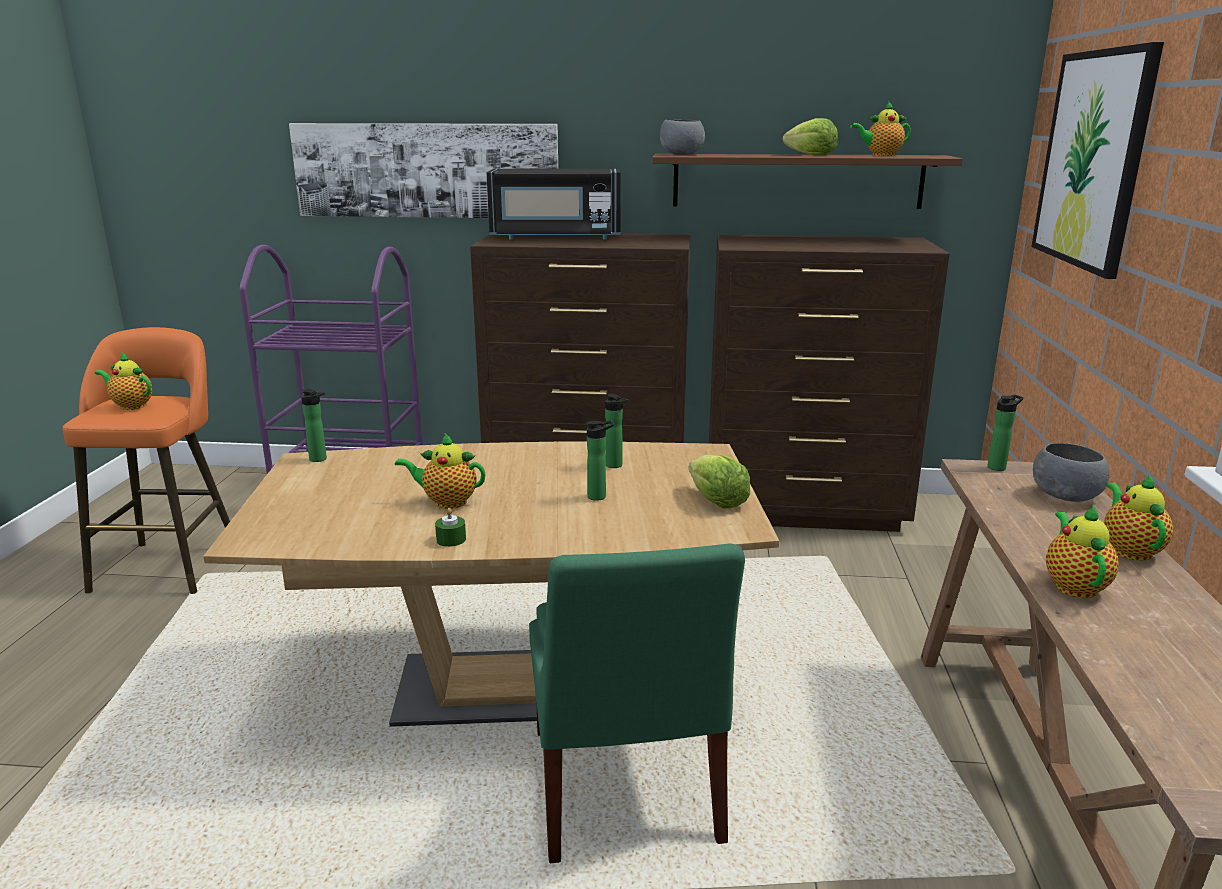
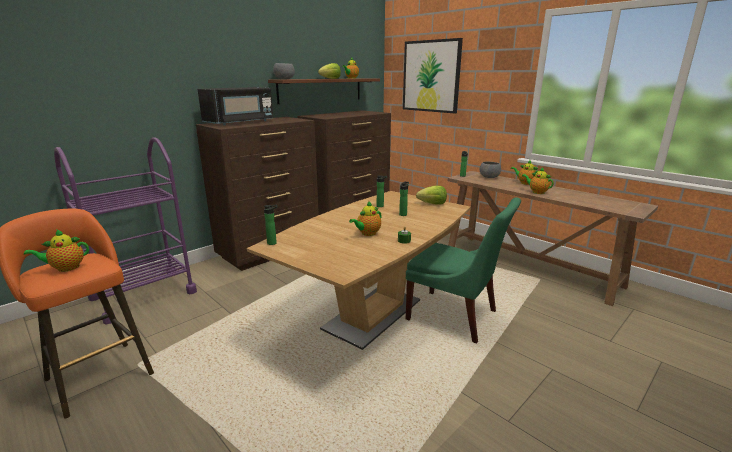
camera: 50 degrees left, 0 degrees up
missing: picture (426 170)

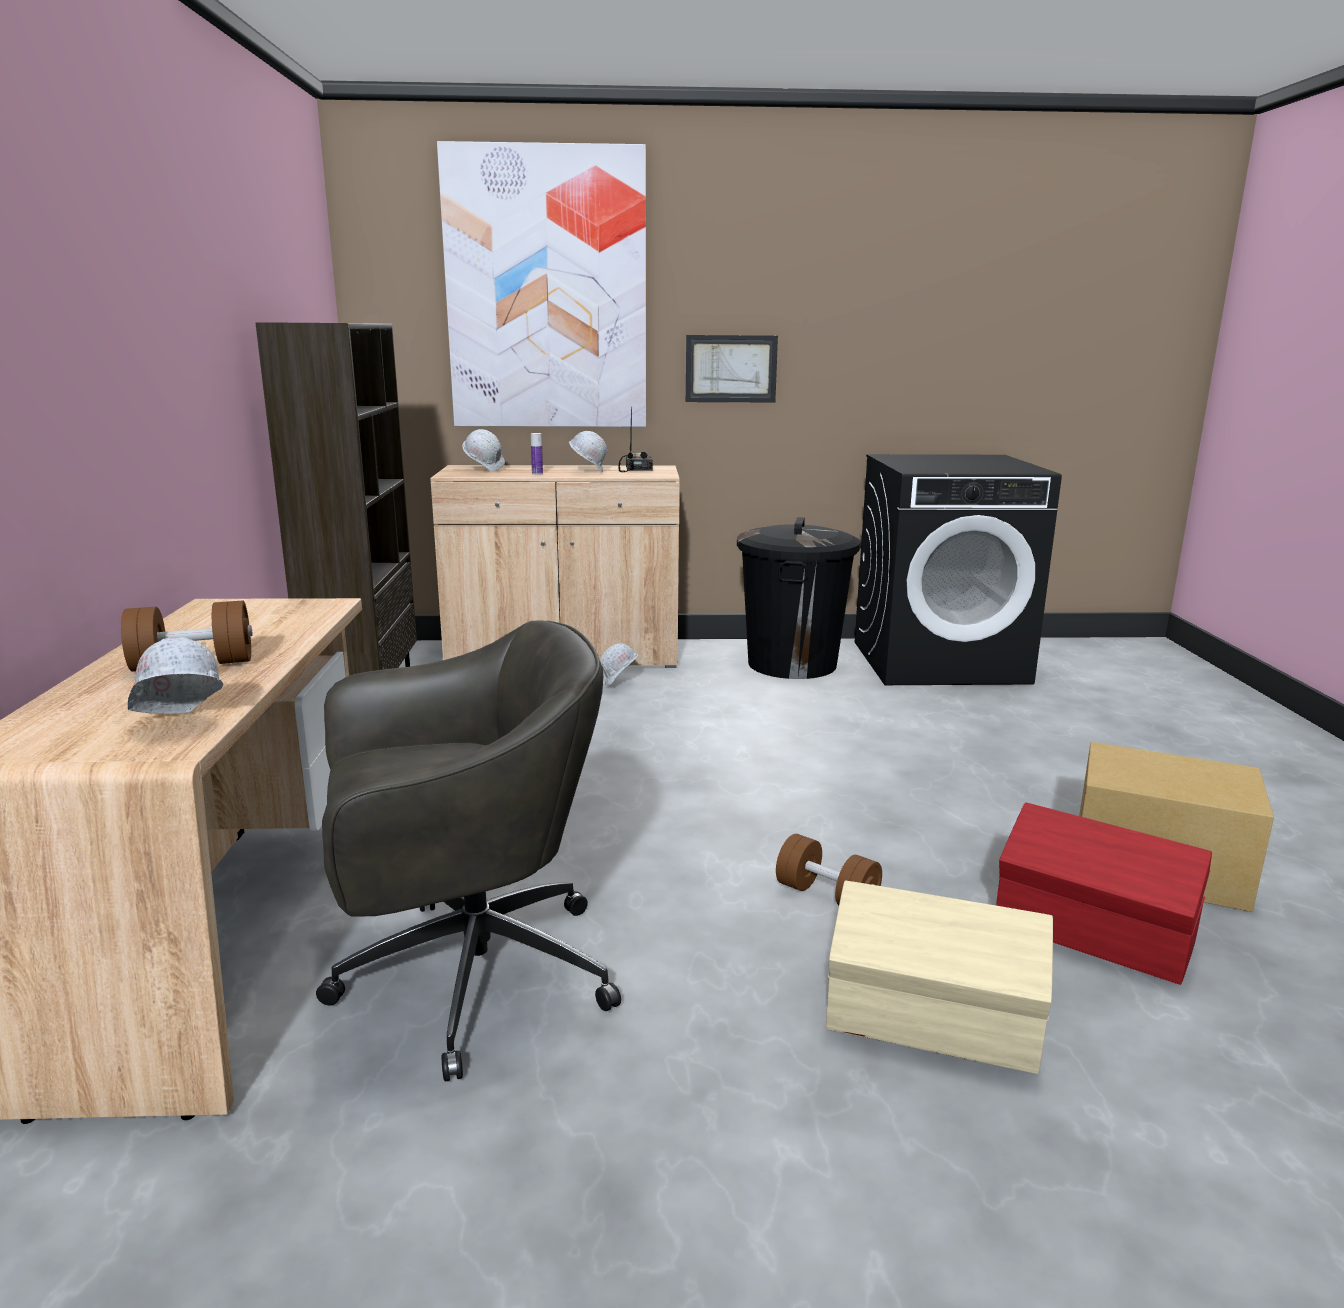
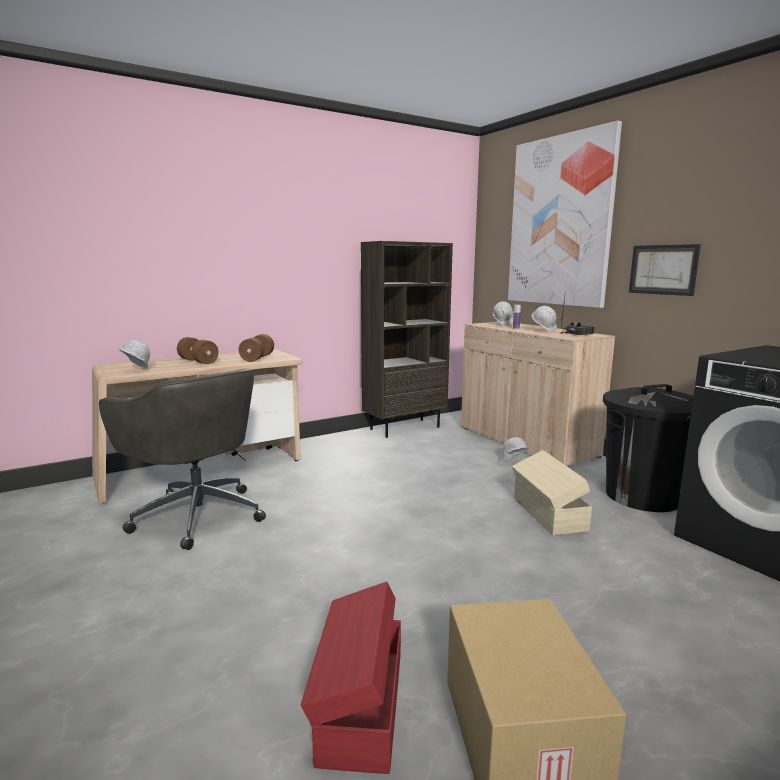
camera: 60 degrees right, 5 degrees down
relocated: dumbbell (brown) (826 896) to (257 358); storage box (beige) (933 1023) to (548 514)

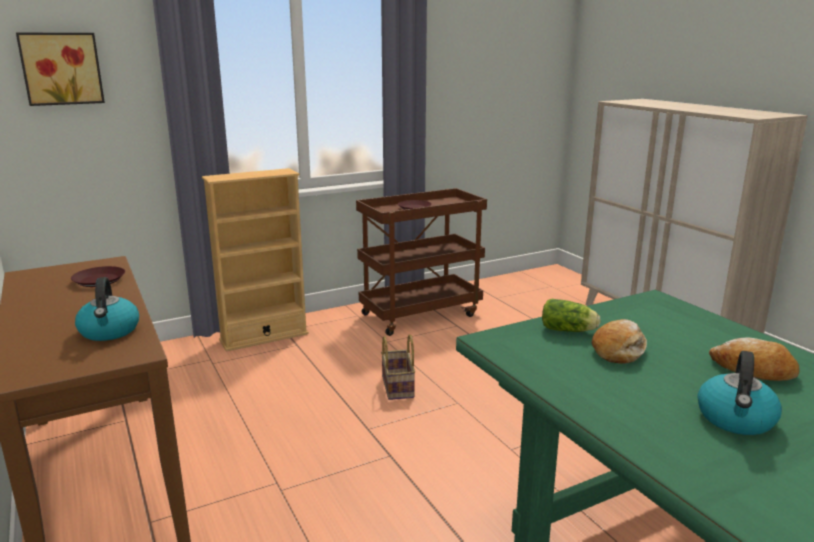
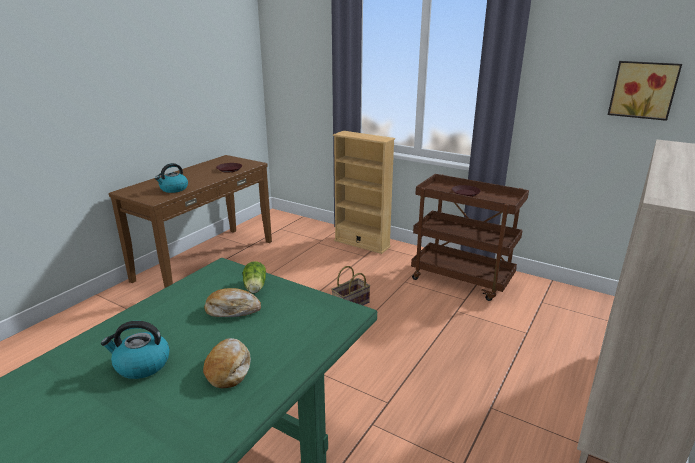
camera: 60 degrees right, 5 degrees up
relocated: picture (61 68) to (643 90)

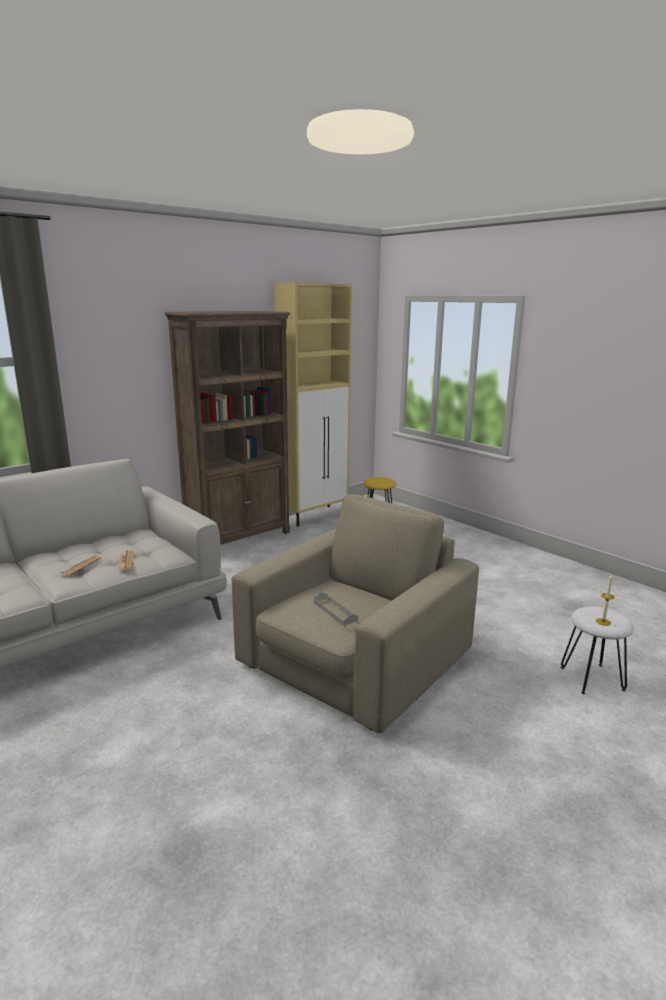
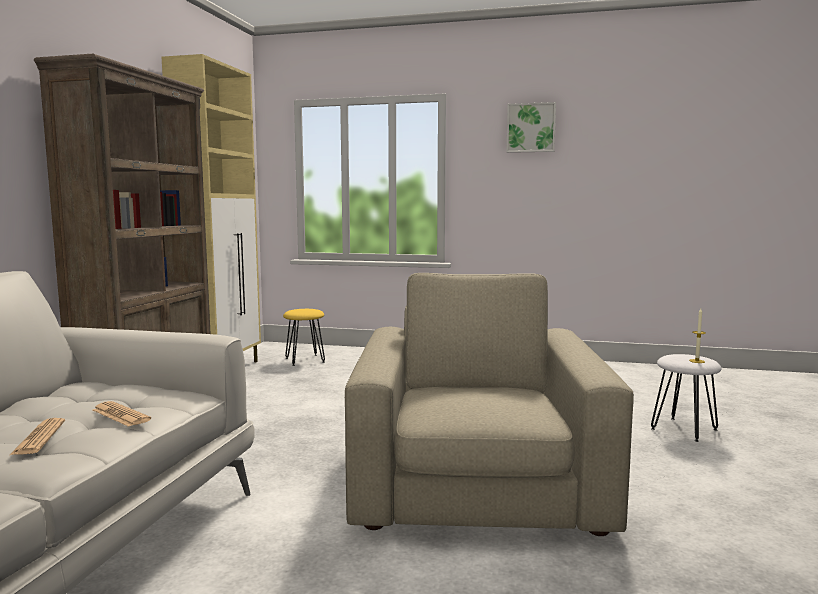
camera: 35 degrees left, 10 degrees down
missing: tray (grey) (335 611)
appeared: picture (531 128)

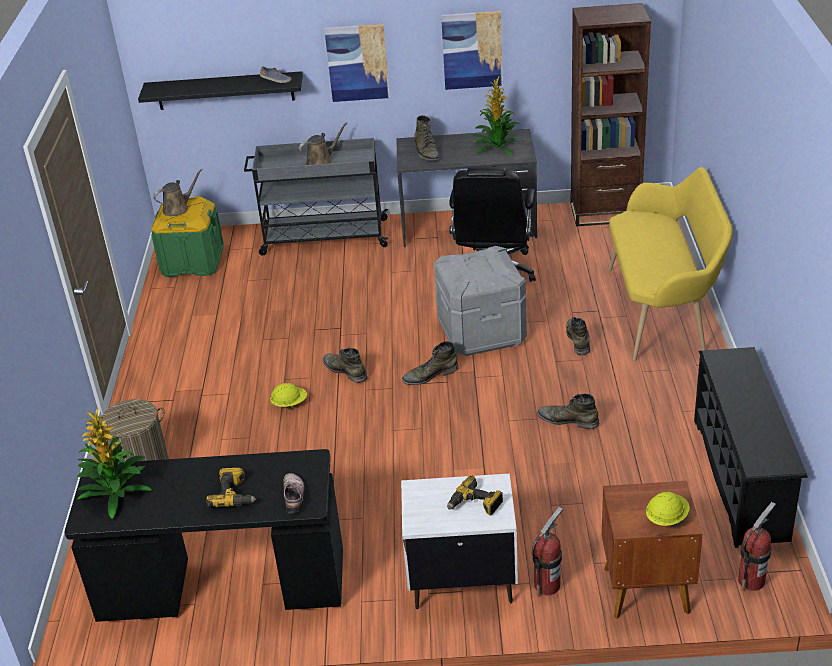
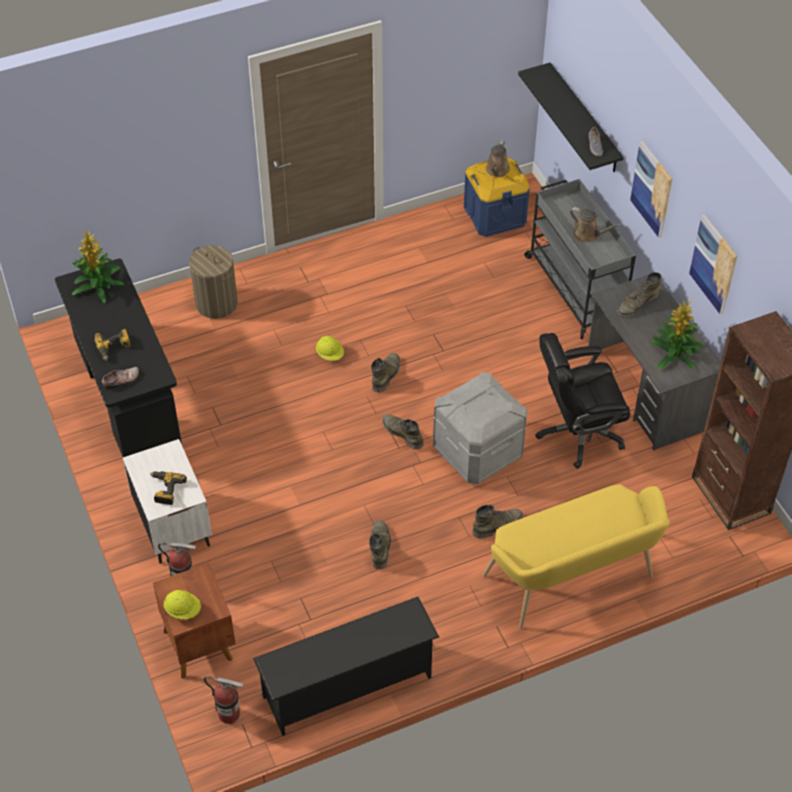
camera: 65 degrees right, 15 degrees up
colour: storage box (green) (192 262) to storage box (blue) (494 215)
spun: watering can (brown) (178 208) = (497 170) 75 degrees clockwise

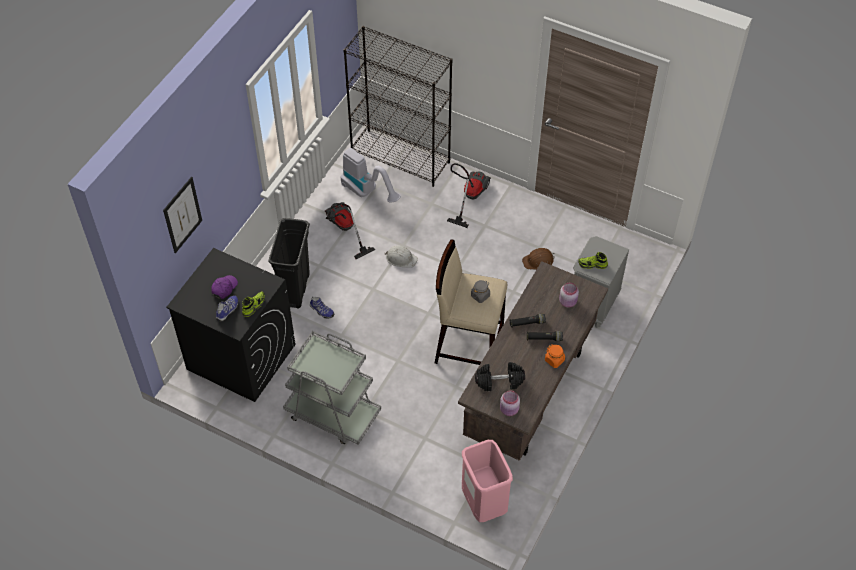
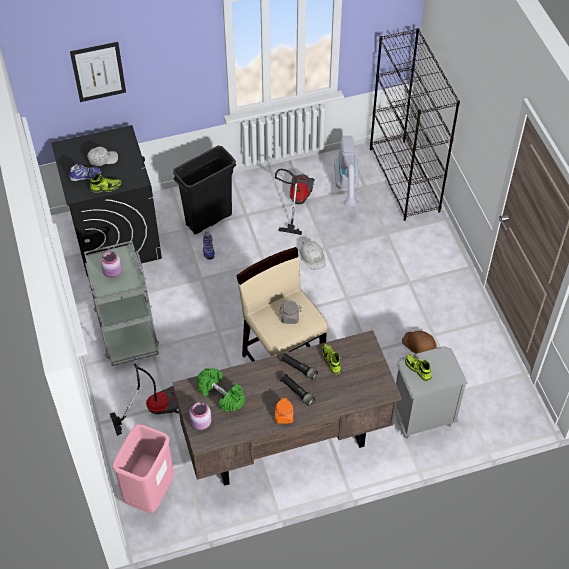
camera: 45 degrees right, 0 degrees up
appeared: shoe (331 361)
relocated: jar (pink) (568 302) to (113 272); vacuum cleaner (469 197) to (155 407)
colour: cap (purple) (224 288) to cap (white) (102 159); dumbbell (black) (499 381) to dumbbell (green) (221 394)

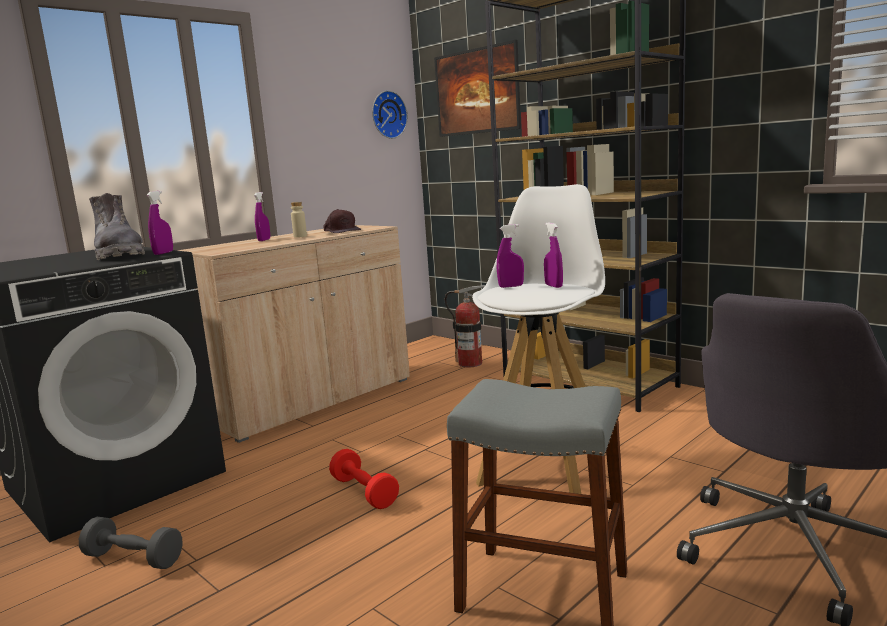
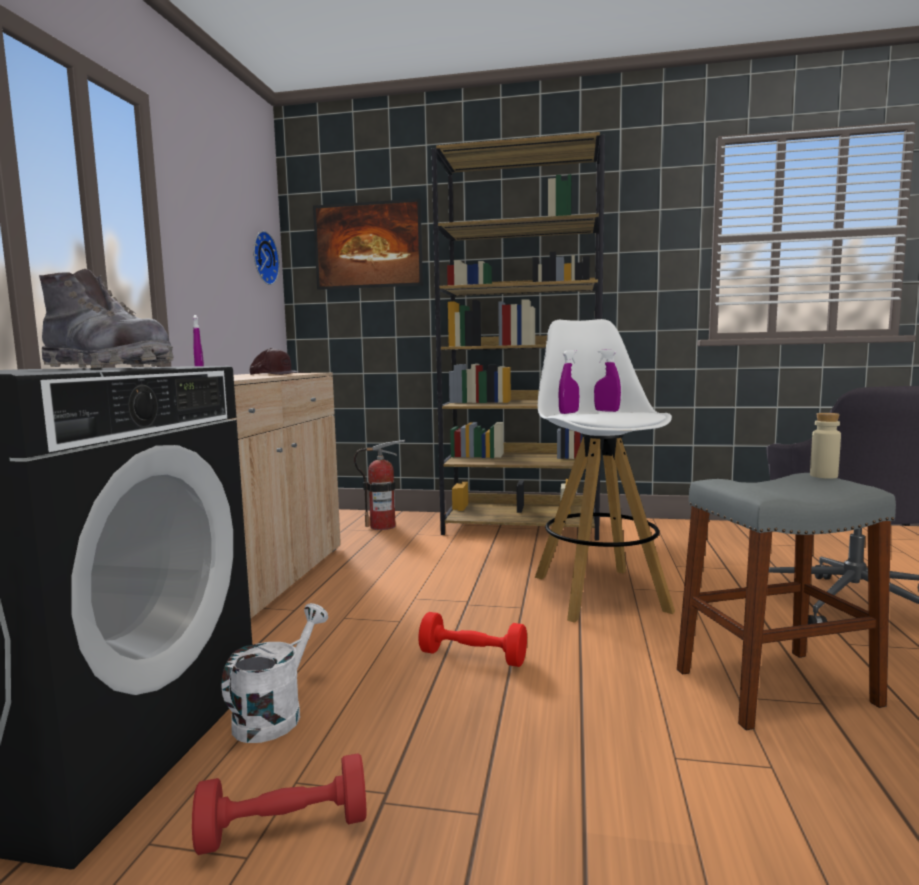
camera: 35 degrees left, 5 degrees down
missing: spray bottle (purple) (163 253)
appeared: watering can (white) (275 713)
relocated: bottle (beige) (300 236) to (823 476)
colour: dumbbell (grey) (133 559) to dumbbell (red) (284 829)

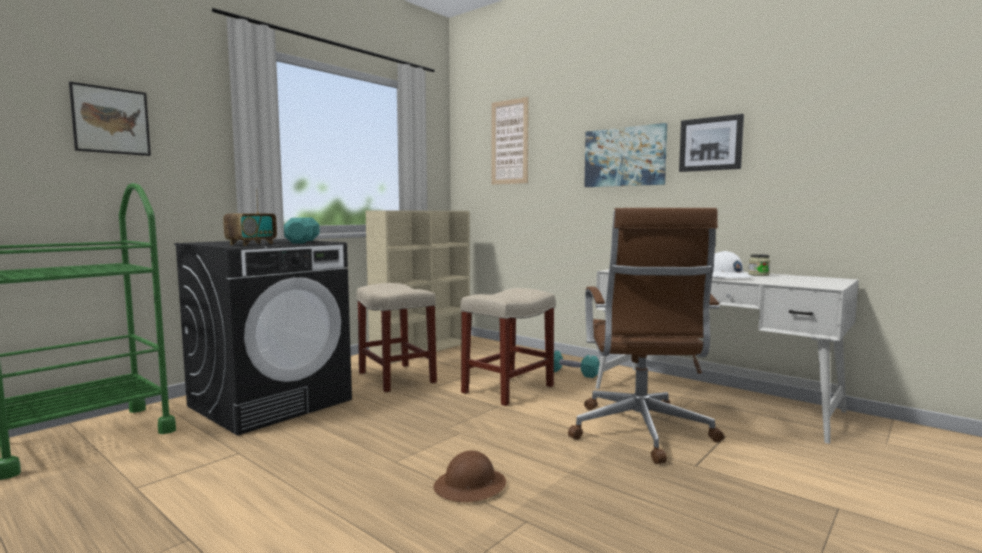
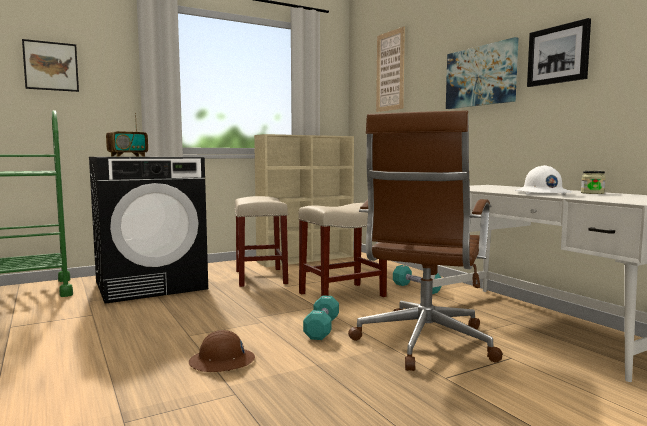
camera: 20 degrees right, 0 degrees up
relocated: dumbbell (turquoise) (303 241) to (322 328)

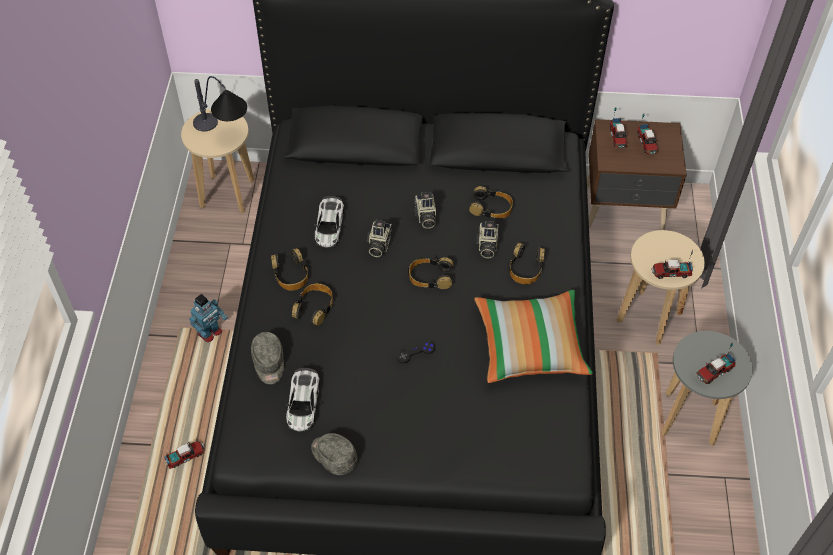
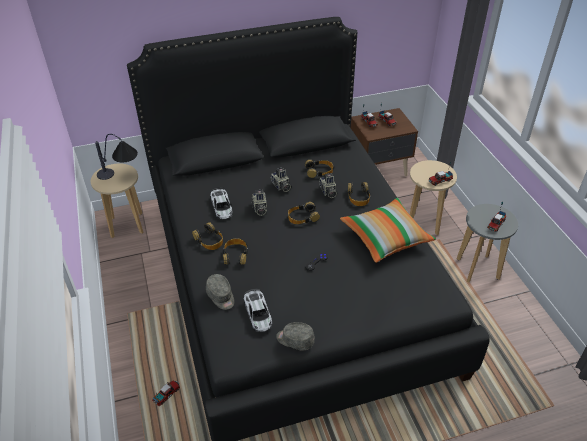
camera: 20 degrees left, 10 degrees down
missing: toy robot (210 333)

